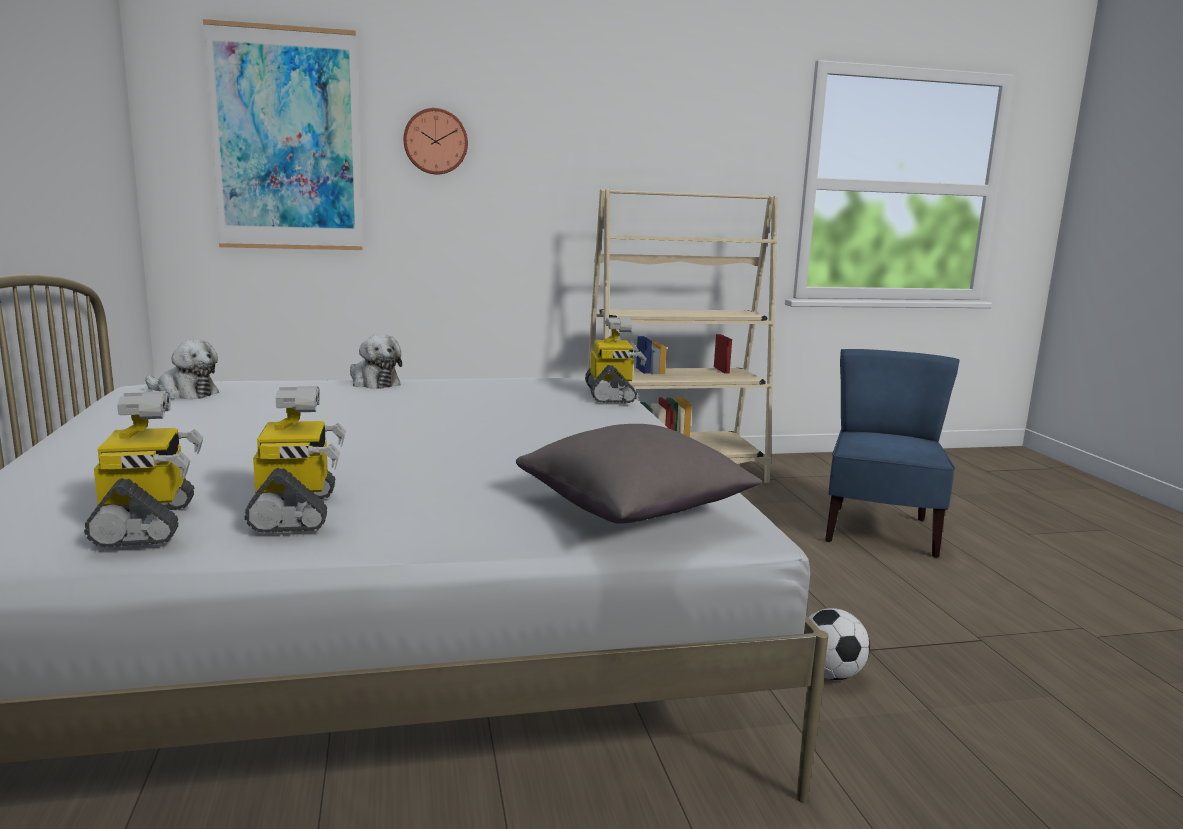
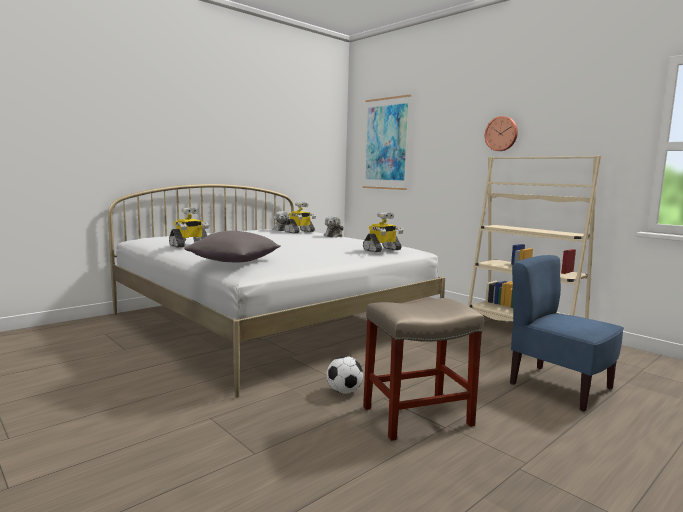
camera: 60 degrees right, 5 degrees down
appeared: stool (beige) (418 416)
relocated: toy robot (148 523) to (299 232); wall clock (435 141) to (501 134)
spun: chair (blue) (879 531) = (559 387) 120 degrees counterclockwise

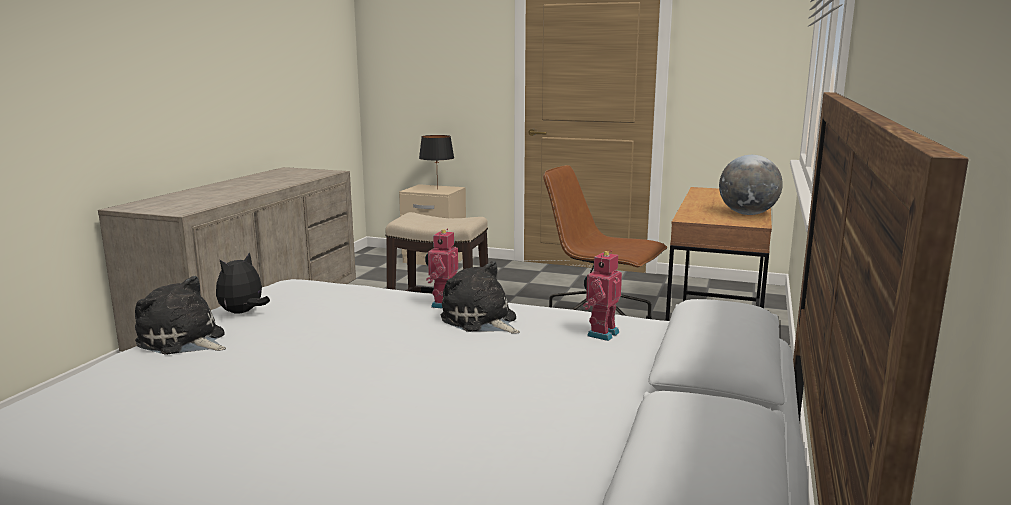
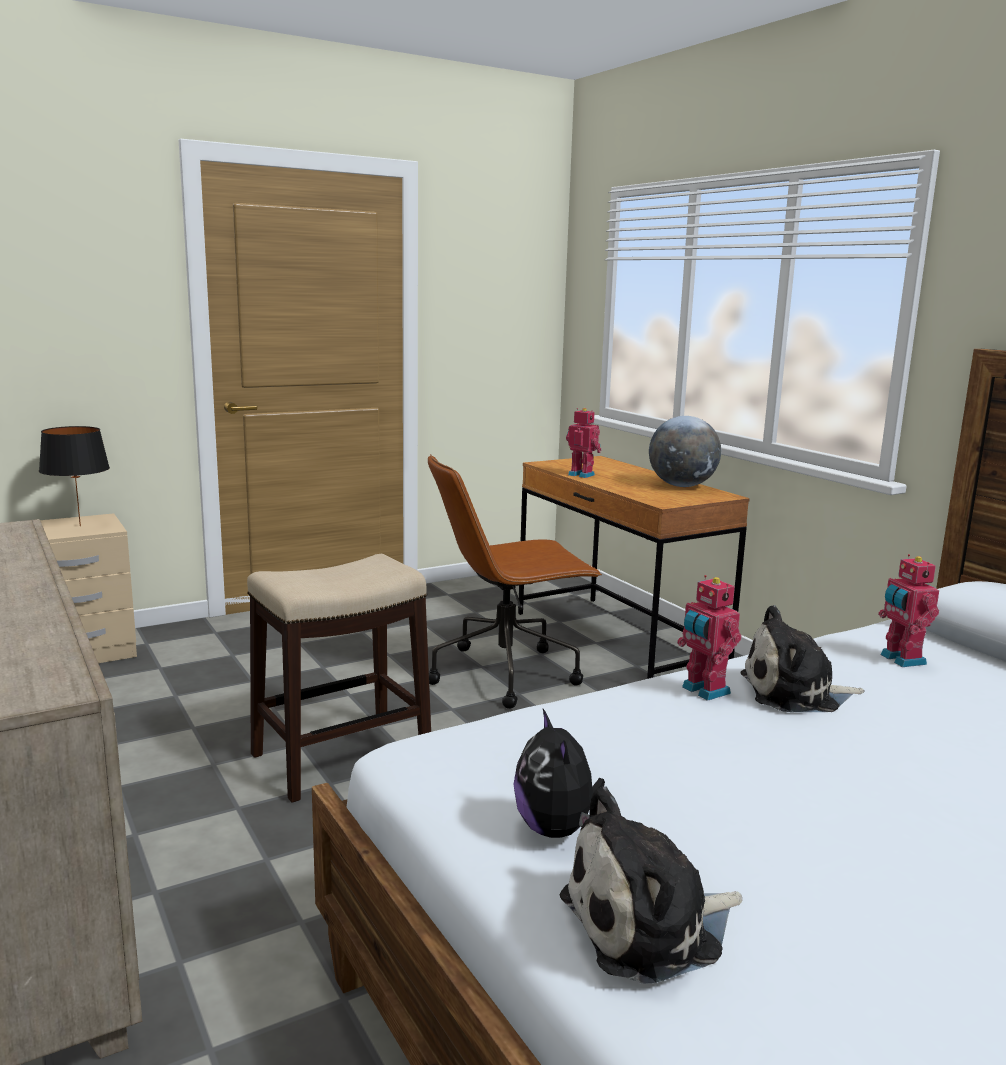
camera: 50 degrees left, 0 degrees up
appeared: toy robot (582 475)

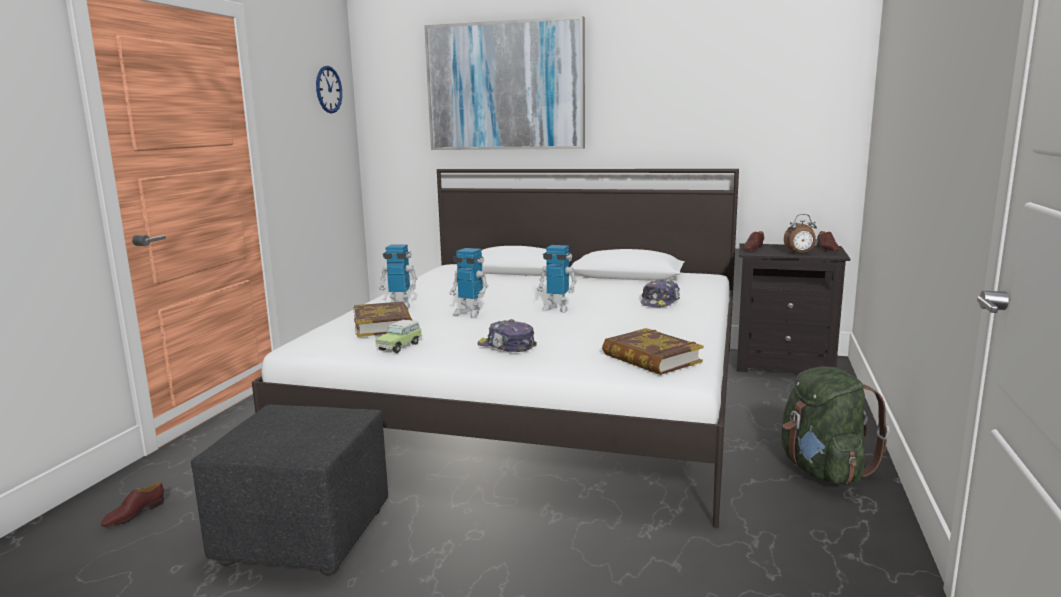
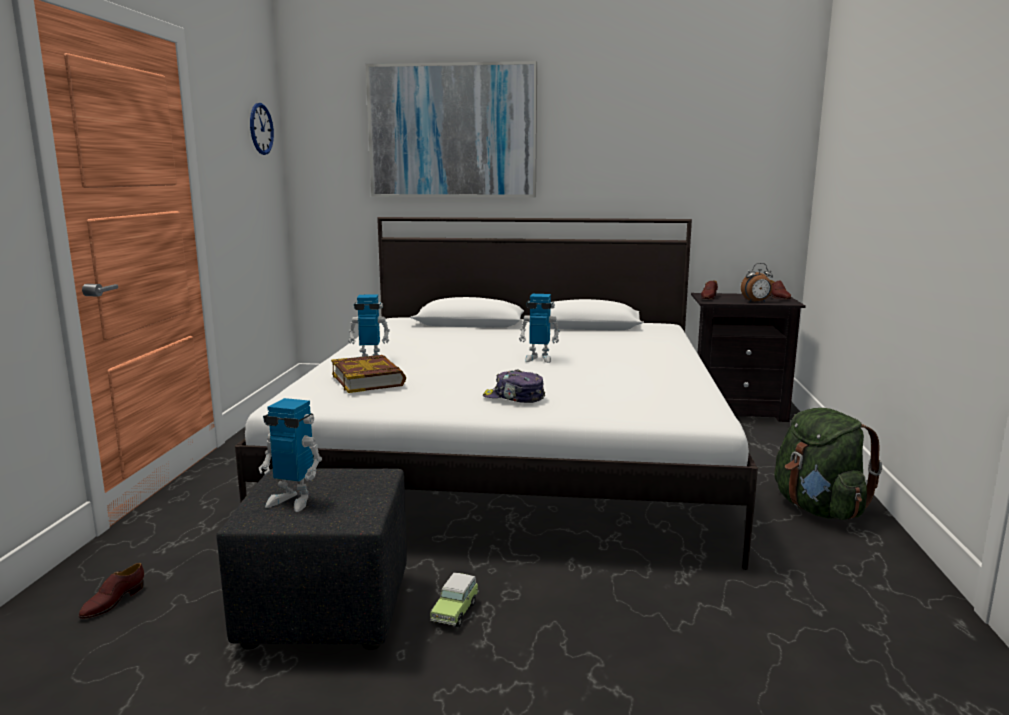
camera: 10 degrees left, 0 degrees up
missing: book (651 359); cap (660 302)
relocated: toy robot (469 313) to (293 500); toy car (400 346) to (456 611)

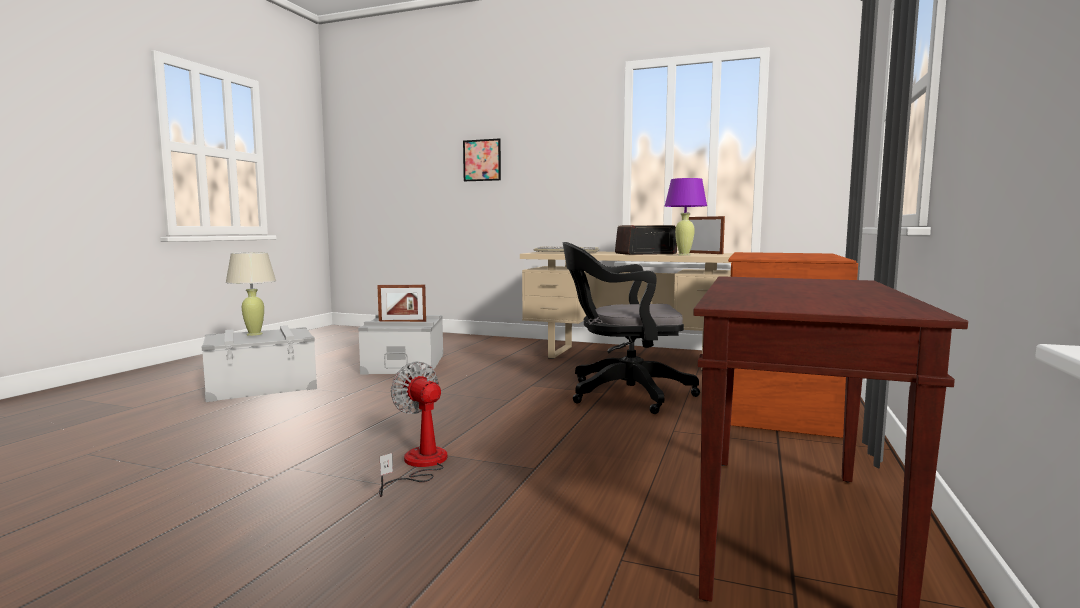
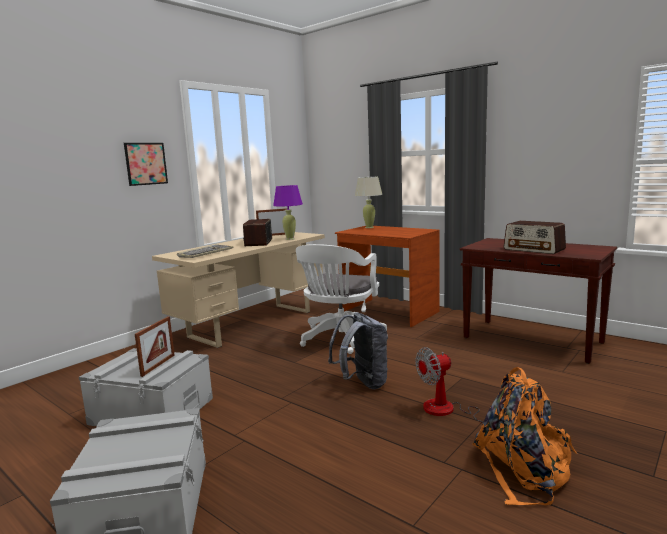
camera: 70 degrees left, 5 degrees up
appeared: backpack (grey) (362 383); backpack (orange) (523 469); radio (534 249)
relocated: picture (482 160) to (146 163); table lamp (beige) (254 334) to (369 227)
colour: office chair (black) (623 394) to office chair (white) (340 339)

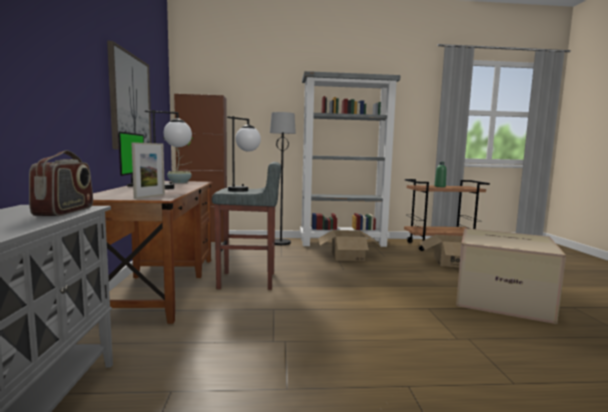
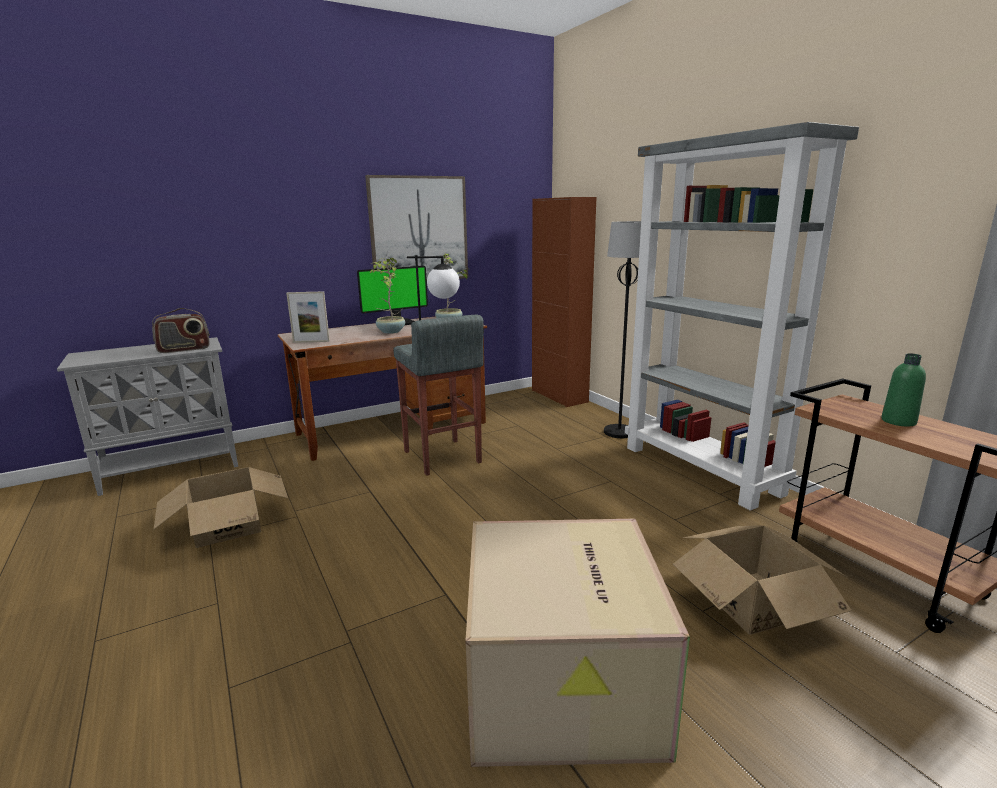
camera: 65 degrees right, 10 degrees up
relocated: cardboard box (347 256) to (228 525)
exchanged: table lamp (172 188) to potted plant (390 332)

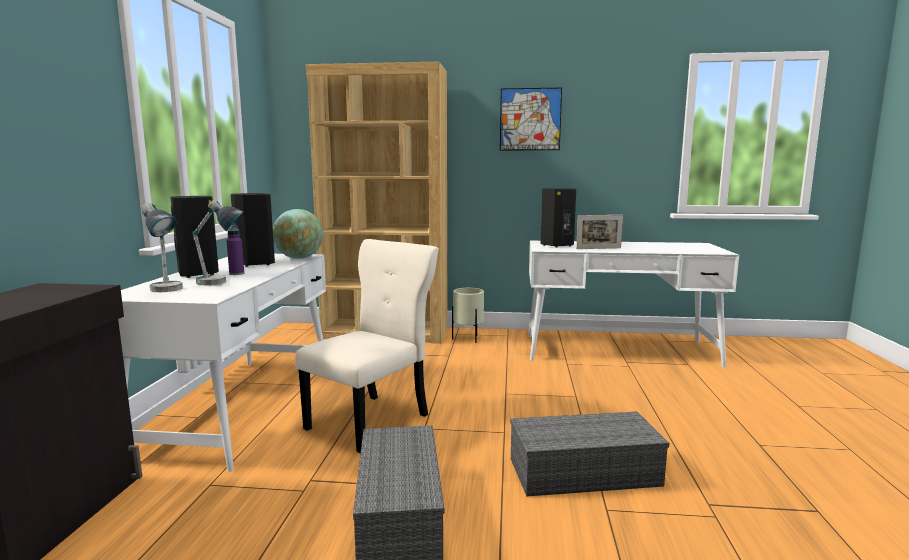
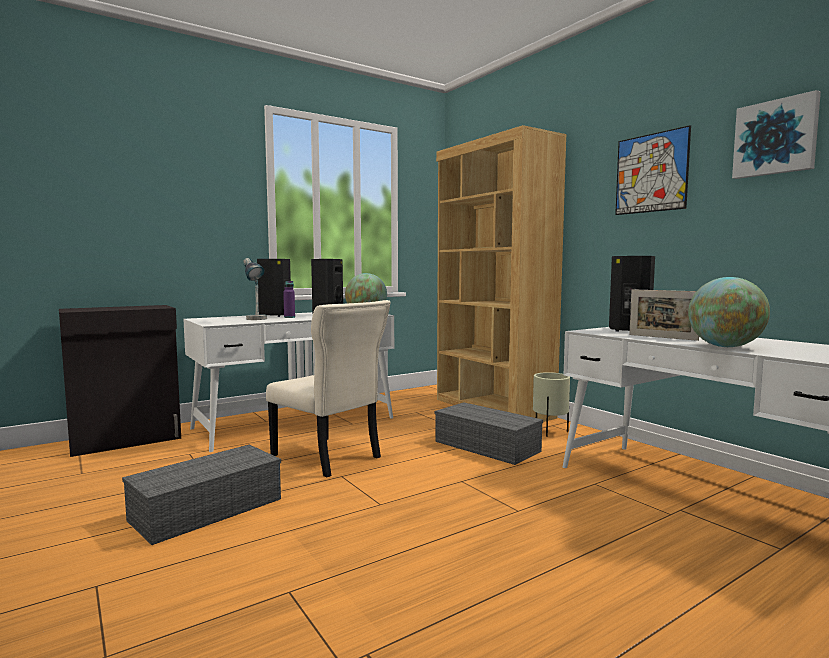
camera: 50 degrees right, 5 degrees down
missing: table lamp (167 291)
appeared: globe (725 346); picture (775 138)
relocated: storage box (grey) (585 471) to (488 446)
spun: chair (beige) (372 420) = (328 458) 45 degrees clockwise

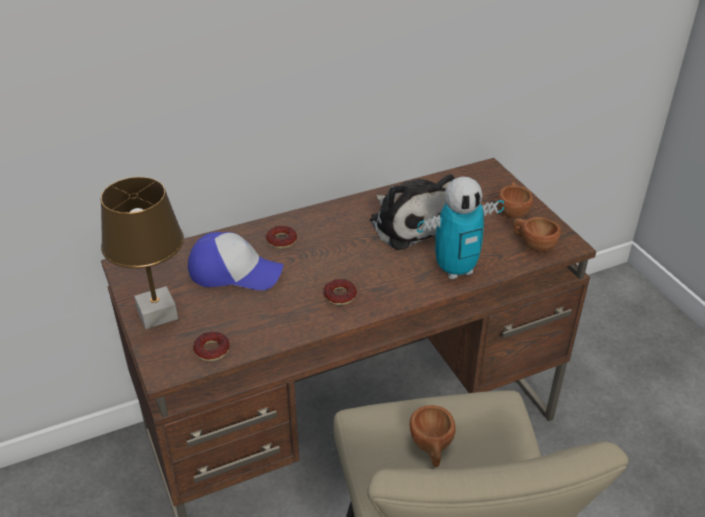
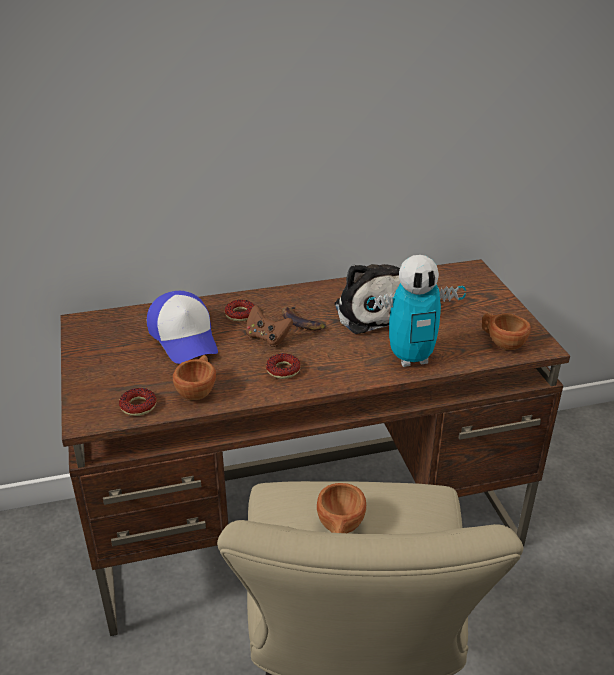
camera: 10 degrees right, 5 degrees down
missing: table lamp (brown) (158 314)
appeared: game controller (brown) (267 338); banana (302 322)
relocated: cup (brown) (512 210) to (198 390)
spun: cap (235 272) = (185 337) 45 degrees clockwise

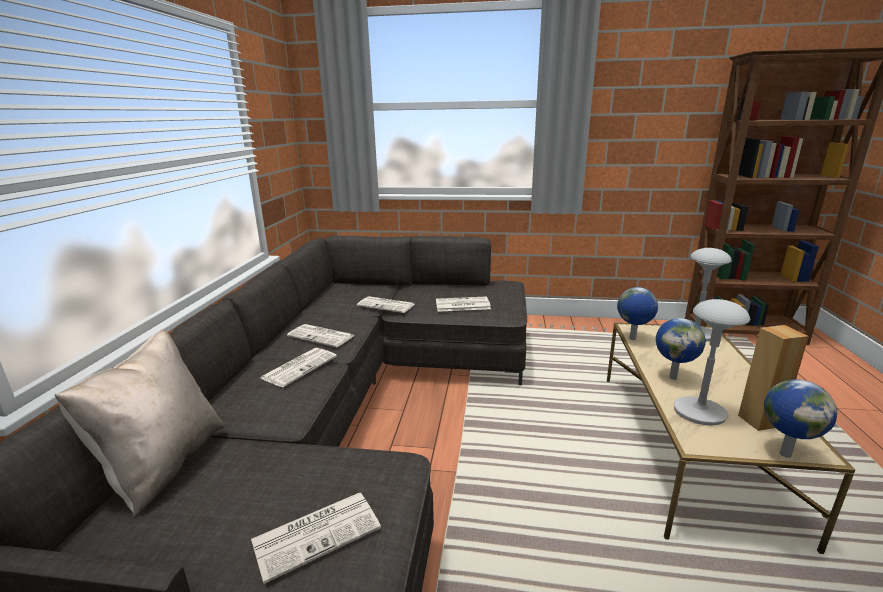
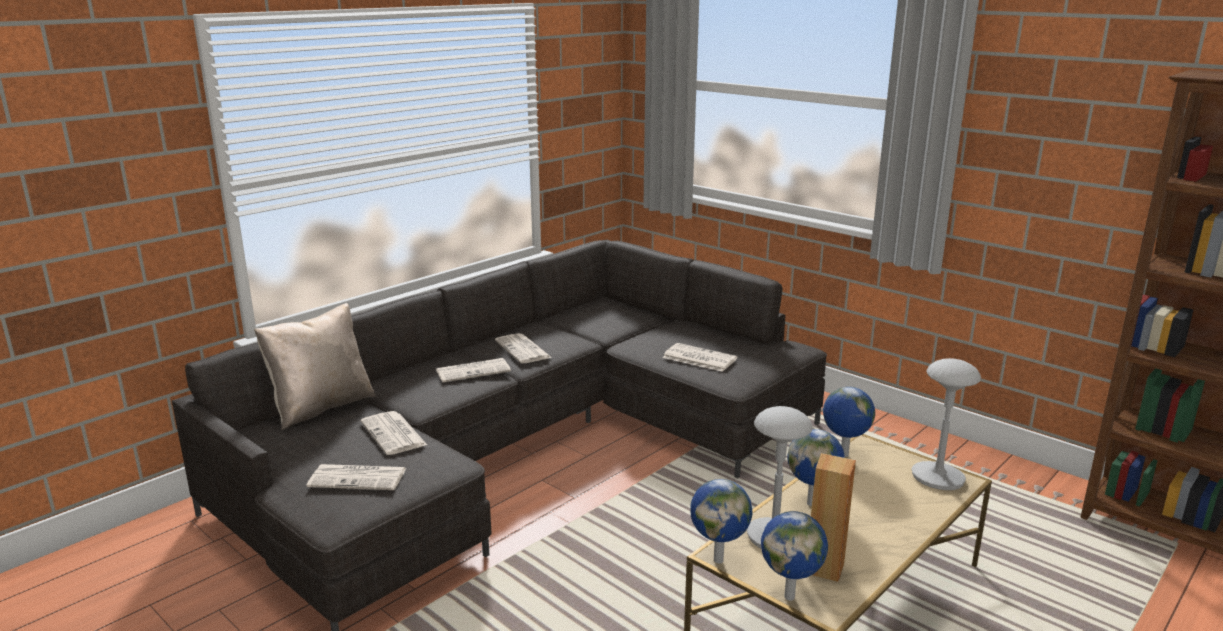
camera: 35 degrees right, 0 degrees up
appeared: globe (719 559)
relocated: newspaper (387 305) to (394 434)

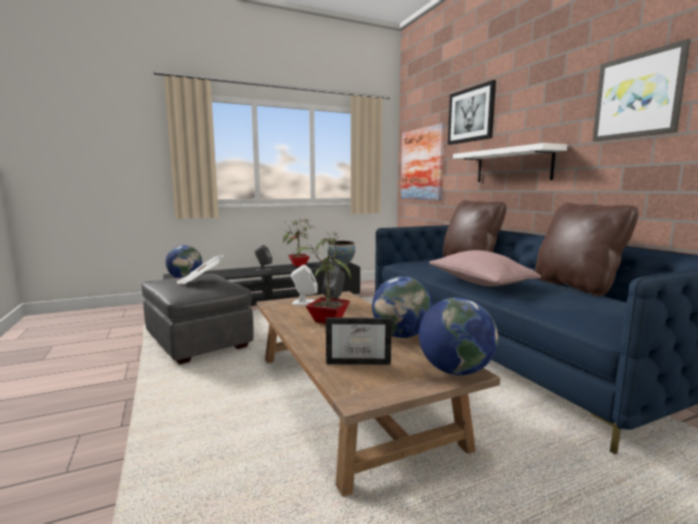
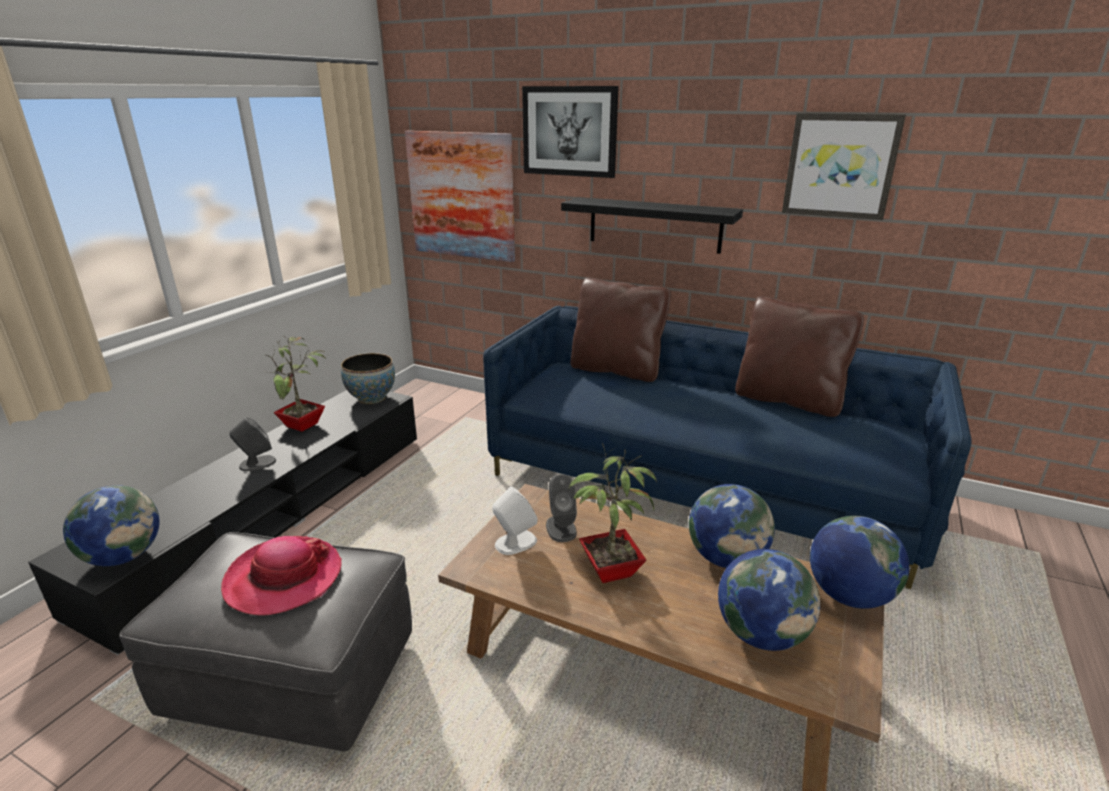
camera: 40 degrees left, 15 degrees up
missing: pillow (pink) (479 283)
exchanged: newspaper (200 282) to hat (283 578); picture frame (359 361) to globe (761 634)
colour: shelf (white) (512 165) to shelf (black) (654 225)

